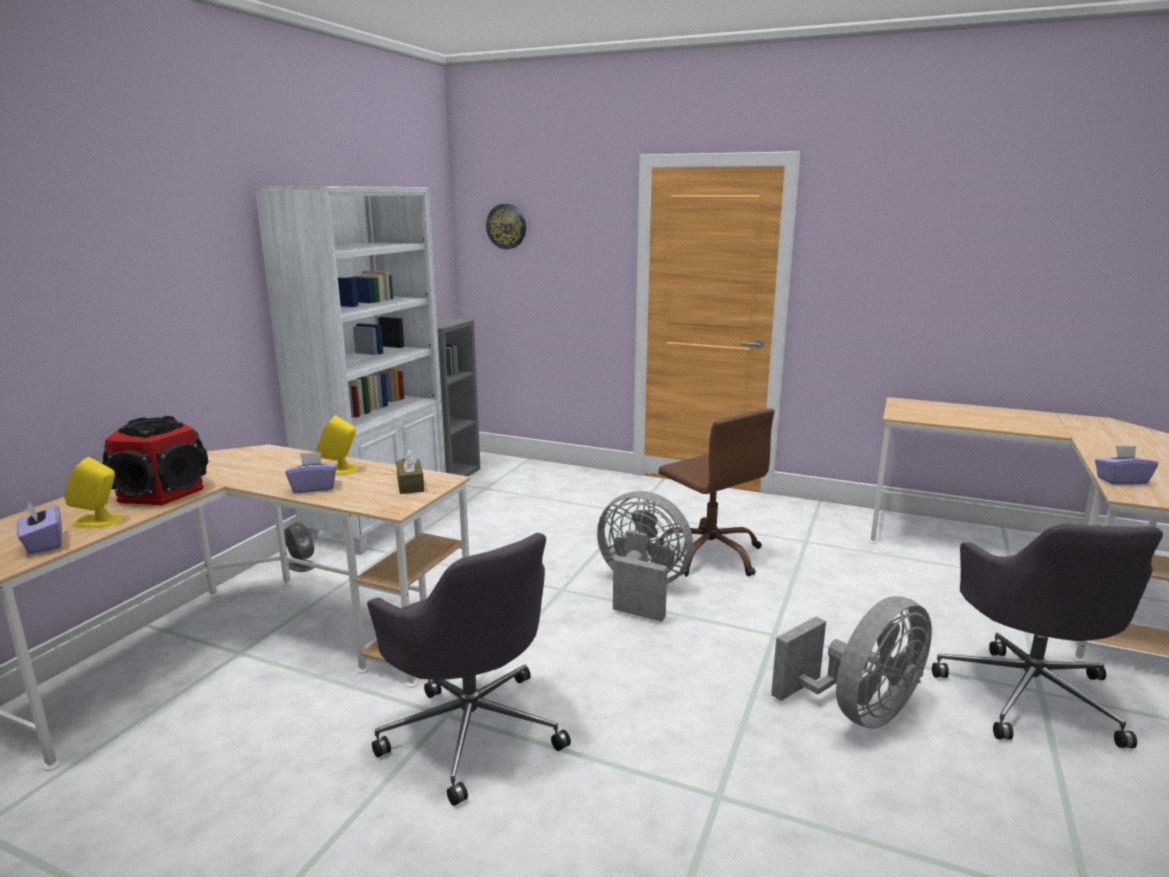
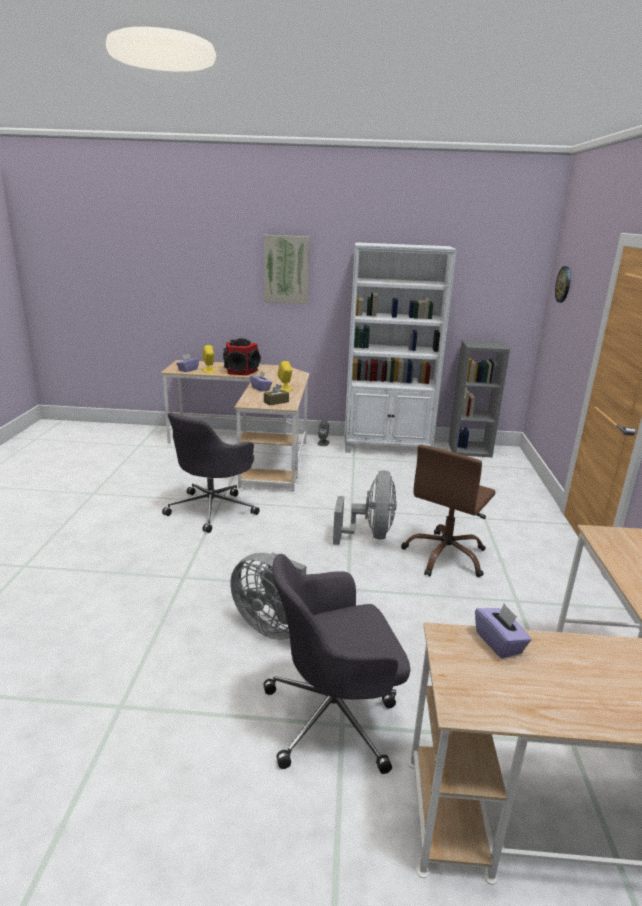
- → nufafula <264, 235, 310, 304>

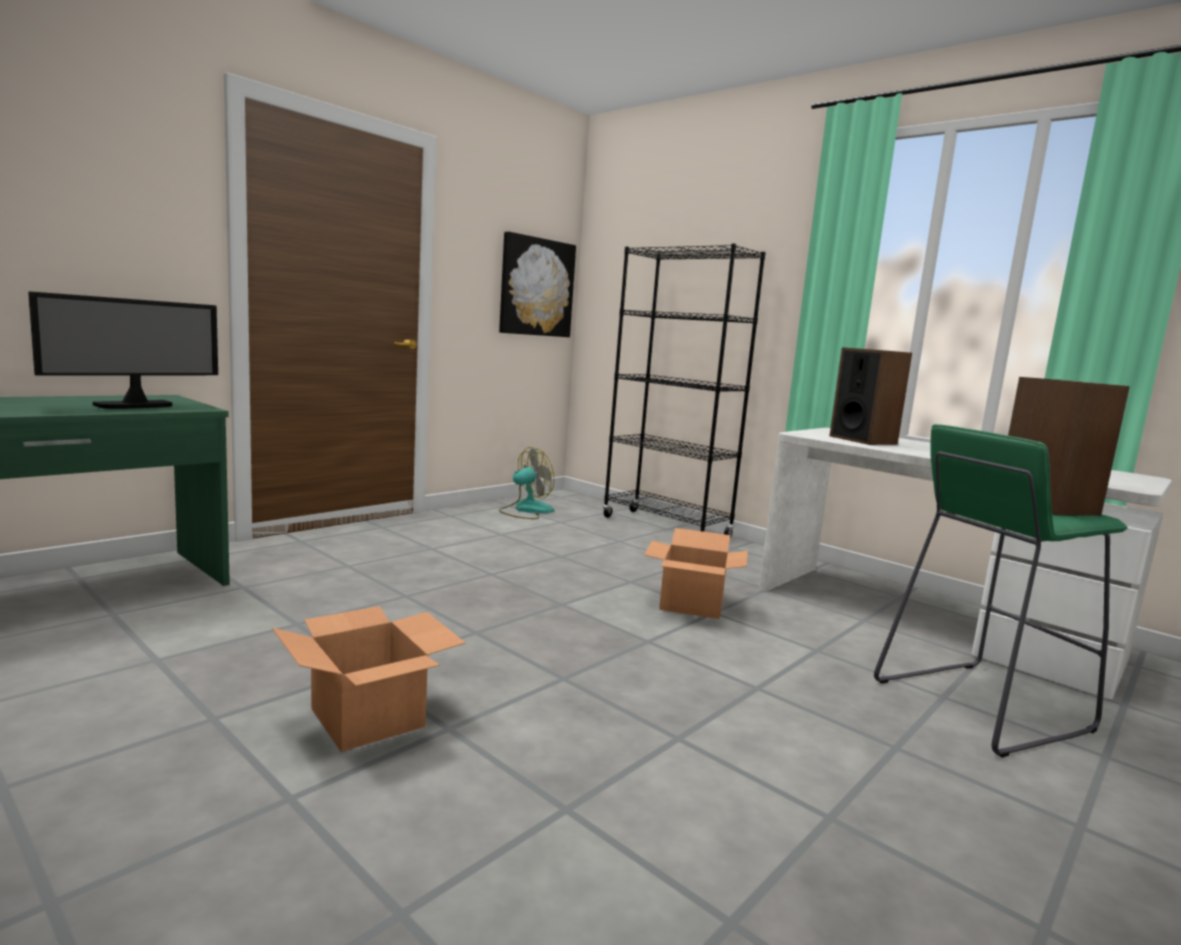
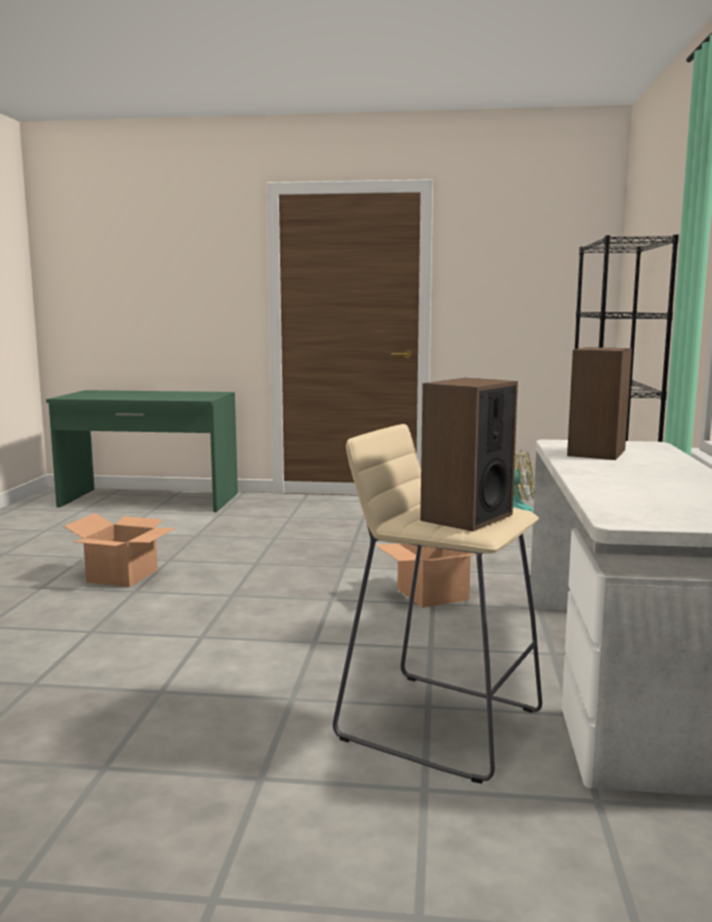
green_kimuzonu <874, 424, 1128, 757> → beige_kimuzonu <333, 424, 542, 784>
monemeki <28, 291, 218, 409> → -
nufafula <499, 231, 576, 337> → -

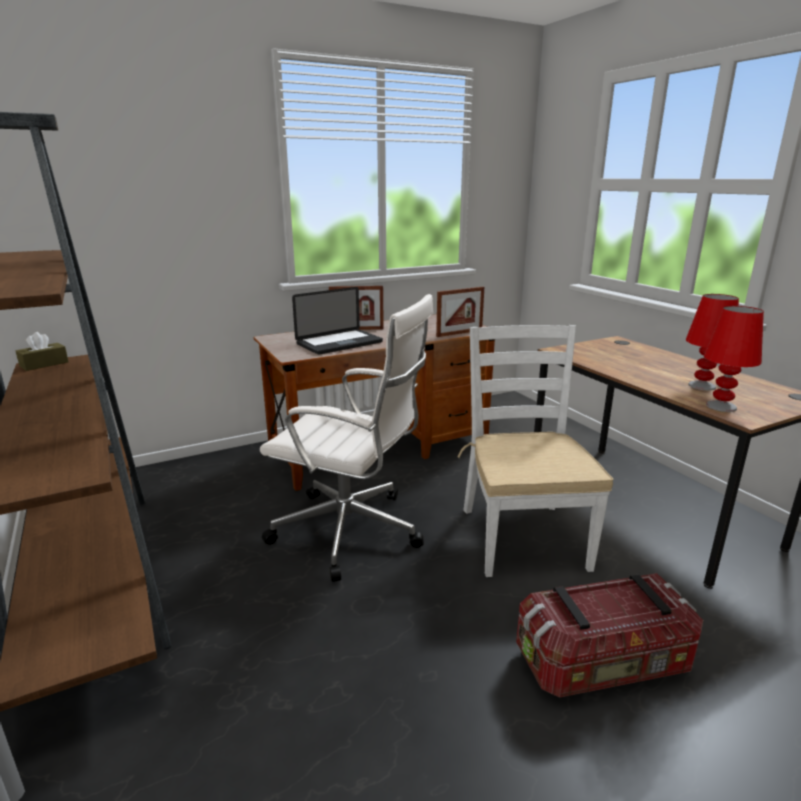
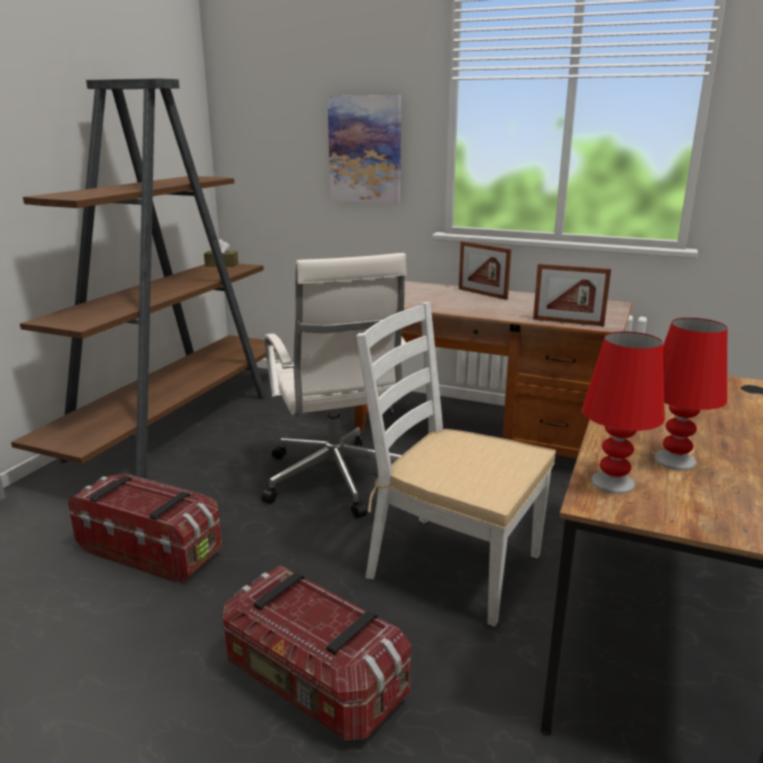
- → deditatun <68, 474, 222, 584>
- → nufafula <327, 95, 401, 204>
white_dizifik <458, 325, 613, 577> → white_dizifik <356, 302, 556, 627>, 105 degrees counterclockwise
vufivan <292, 287, 383, 355> → -

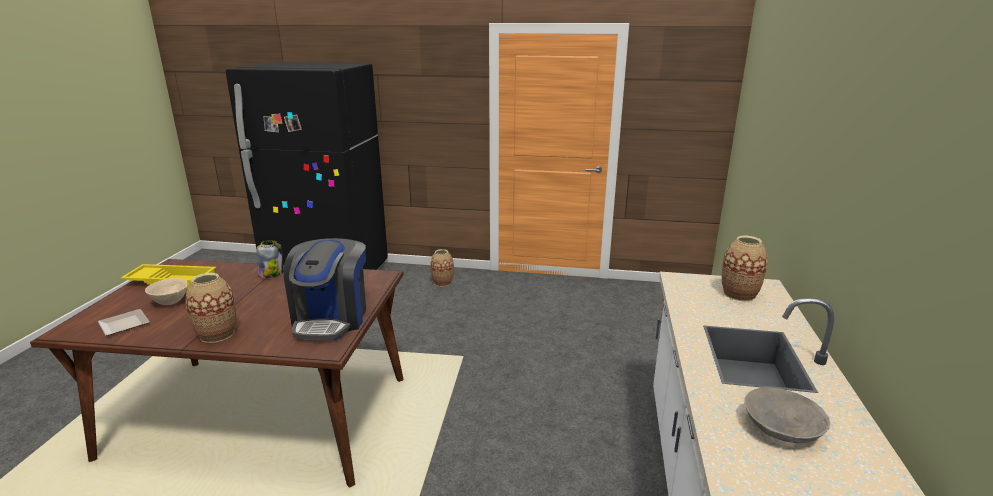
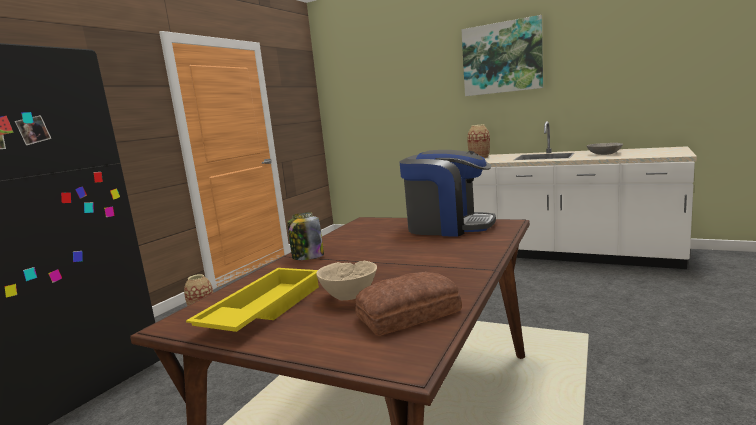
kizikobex <98, 309, 150, 336> → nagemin <355, 272, 462, 336>
- → nufafula <461, 15, 543, 96>
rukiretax <186, 273, 237, 343> → -

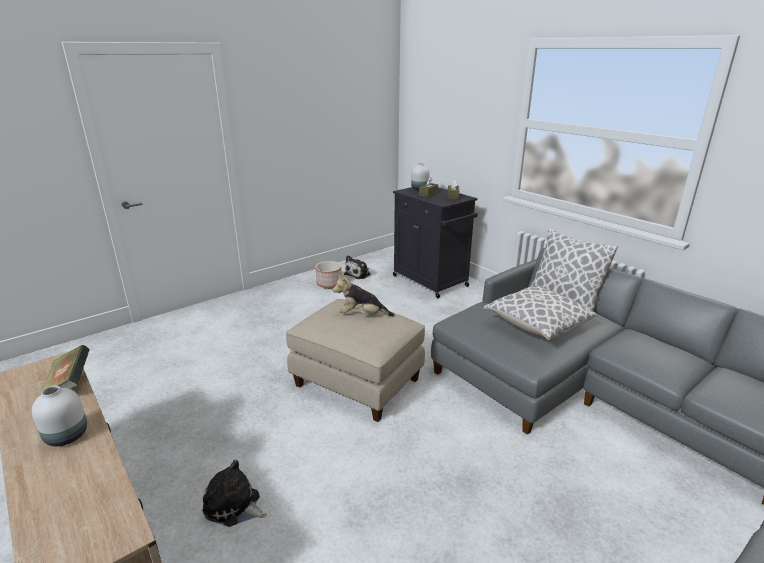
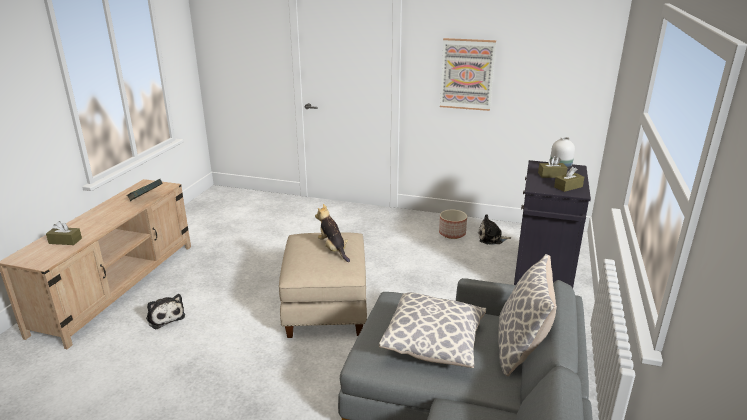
- → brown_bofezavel <46, 221, 82, 245>
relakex <202, 460, 267, 527> → relakex <146, 294, 185, 329>, 150 degrees clockwise
- → nufafula <440, 38, 496, 111>
white_rukiretax <32, 386, 87, 446> → -

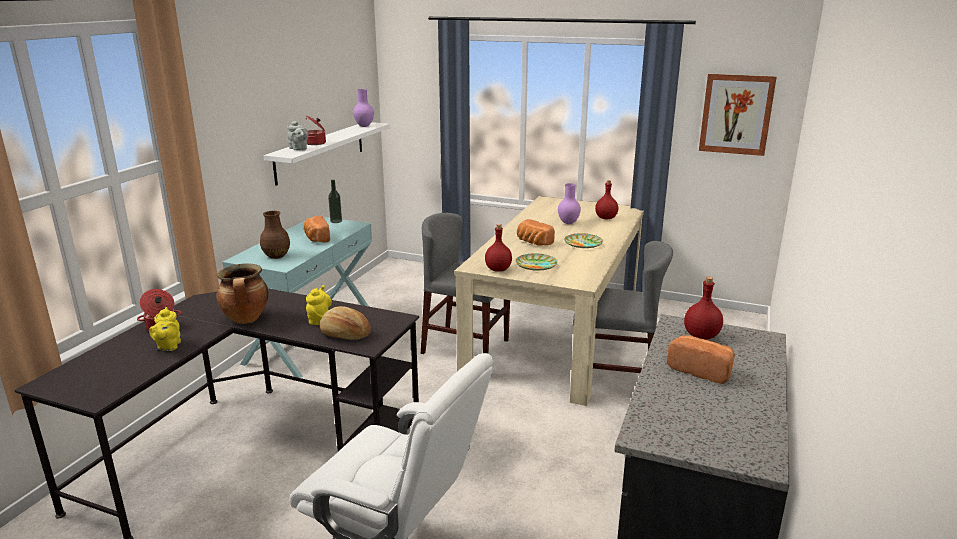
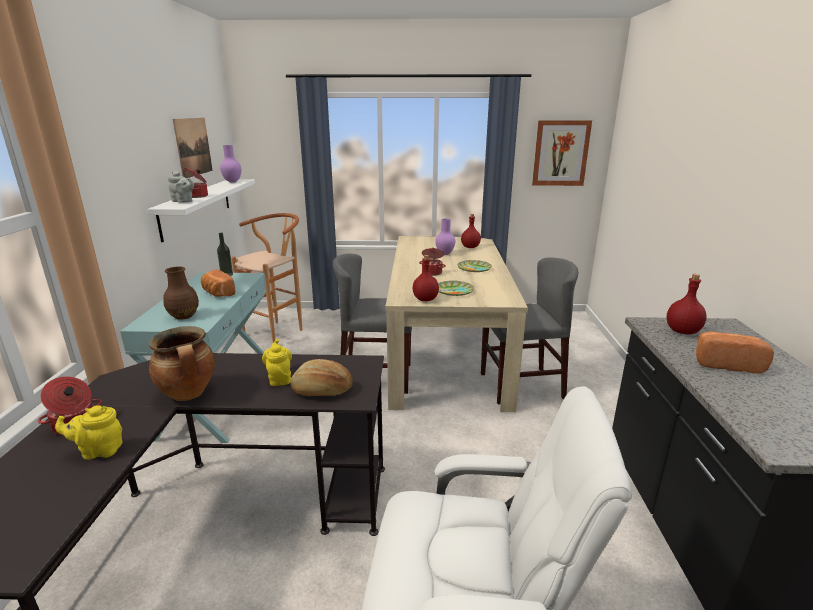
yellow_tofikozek <149, 307, 181, 351> → yellow_tofikozek <55, 405, 123, 460>, 105 degrees clockwise
- → nufafula <173, 118, 213, 178>
- → brown_kimuzonu <231, 213, 302, 343>
nagemin <517, 219, 555, 246> → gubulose <419, 248, 446, 276>

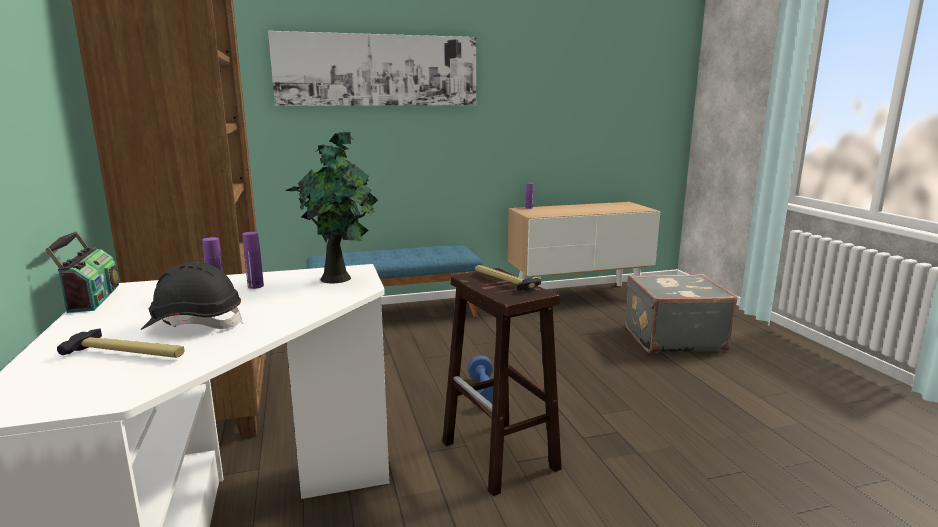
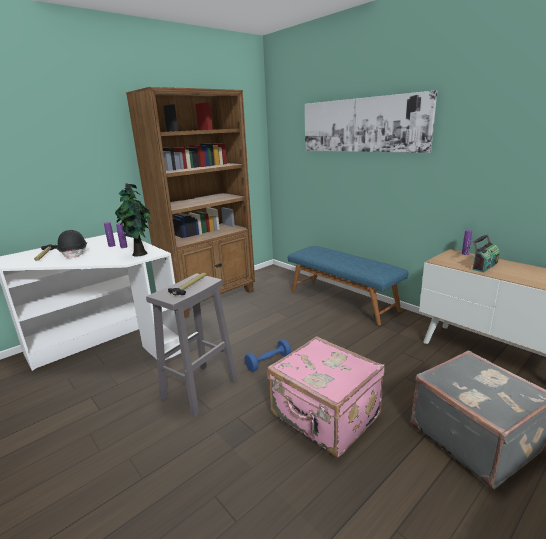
brown_kimuzonu <442, 268, 562, 496> → grey_kimuzonu <146, 274, 237, 417>
- → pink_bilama <267, 336, 385, 457>
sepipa <45, 231, 119, 313> → sepipa <472, 234, 500, 272>, relocated

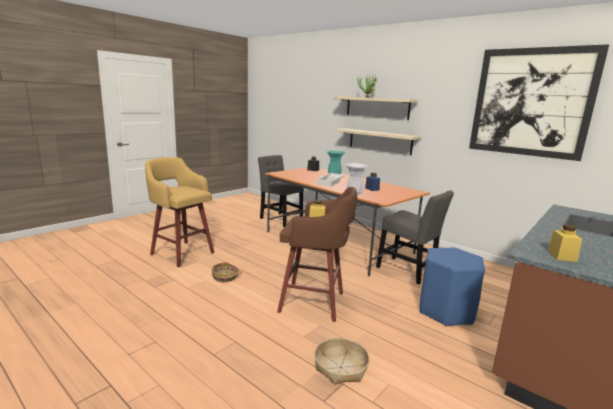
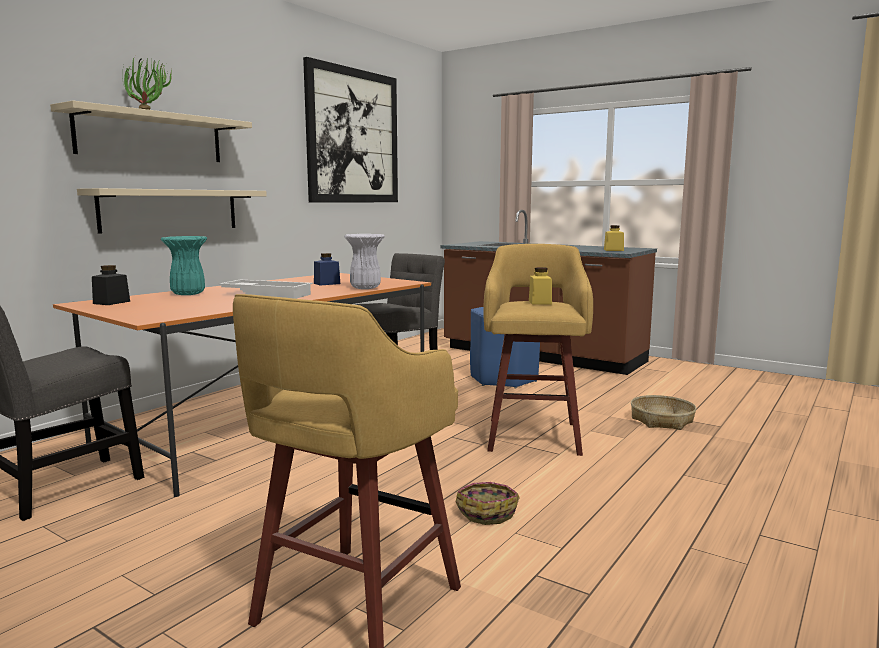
brown_kimuzonu <277, 187, 357, 322> → yellow_kimuzonu <483, 244, 593, 456>

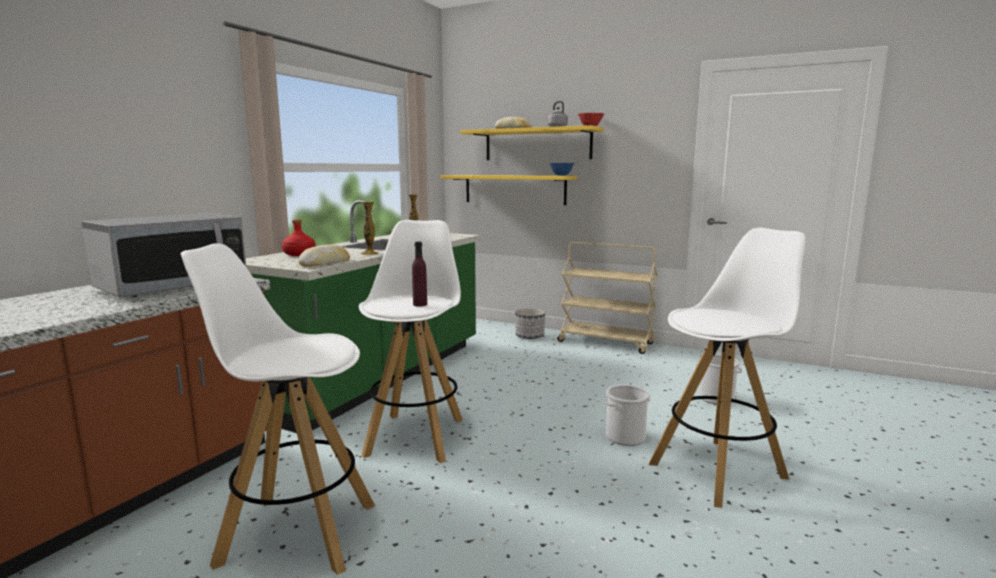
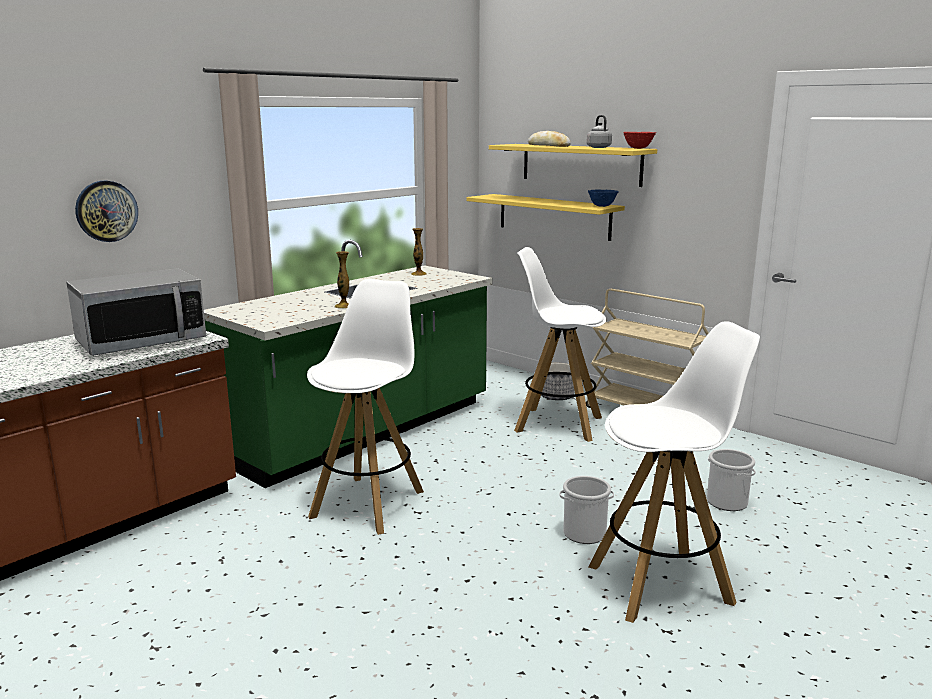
- → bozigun <75, 181, 138, 242>
white_kimuzonu <180, 243, 375, 575> → white_kimuzonu <514, 247, 606, 442>, relocated
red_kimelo <282, 219, 316, 256> → -
nagemin <298, 244, 350, 267> → -
purple_kimelo <412, 242, 427, 307> → -

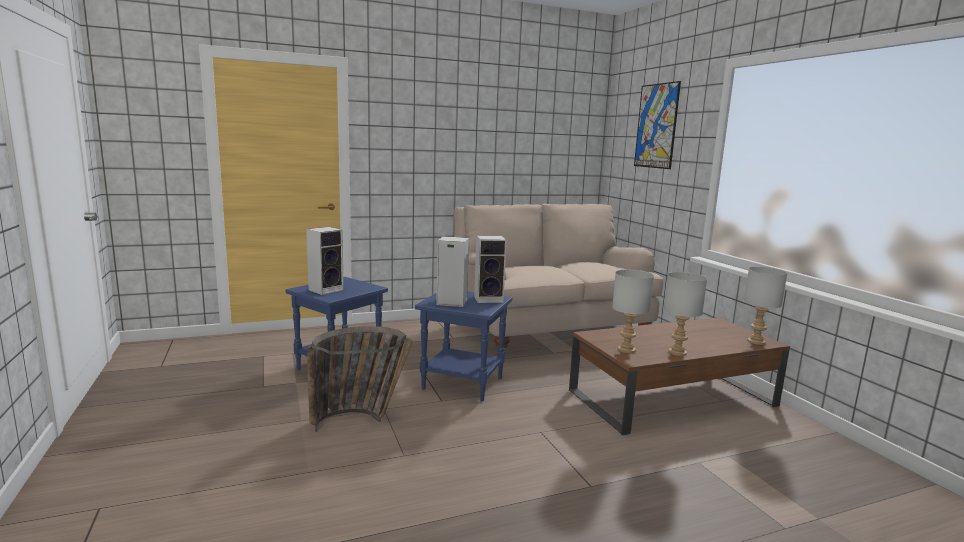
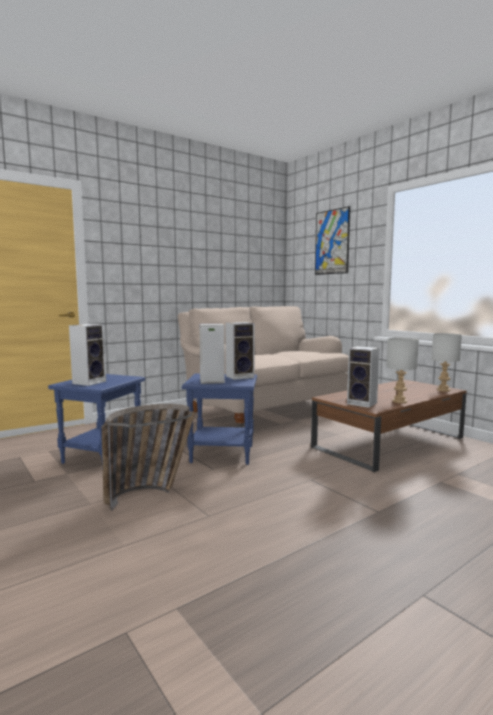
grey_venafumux <612, 270, 654, 353> → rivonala <347, 346, 380, 408>

